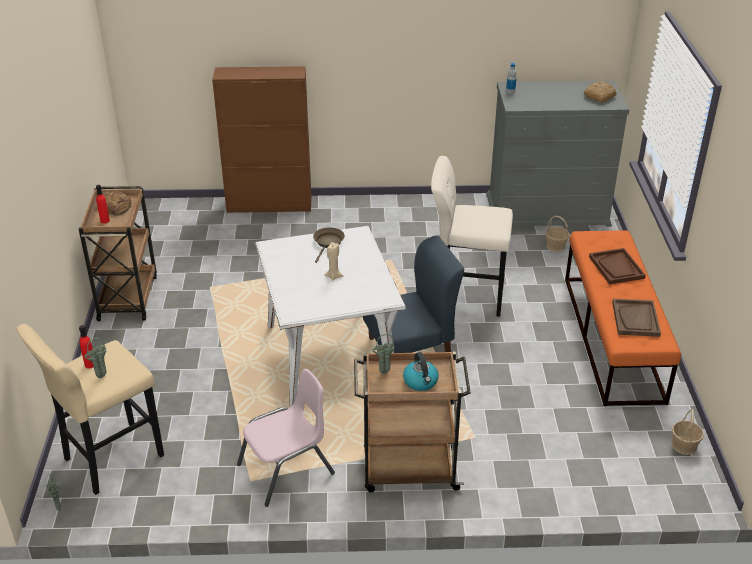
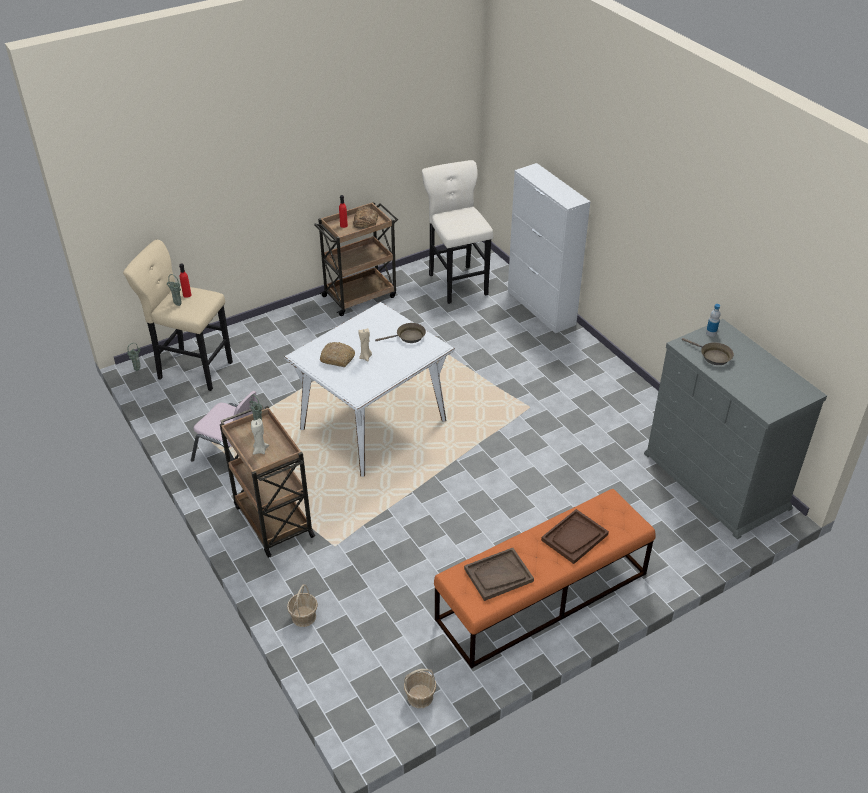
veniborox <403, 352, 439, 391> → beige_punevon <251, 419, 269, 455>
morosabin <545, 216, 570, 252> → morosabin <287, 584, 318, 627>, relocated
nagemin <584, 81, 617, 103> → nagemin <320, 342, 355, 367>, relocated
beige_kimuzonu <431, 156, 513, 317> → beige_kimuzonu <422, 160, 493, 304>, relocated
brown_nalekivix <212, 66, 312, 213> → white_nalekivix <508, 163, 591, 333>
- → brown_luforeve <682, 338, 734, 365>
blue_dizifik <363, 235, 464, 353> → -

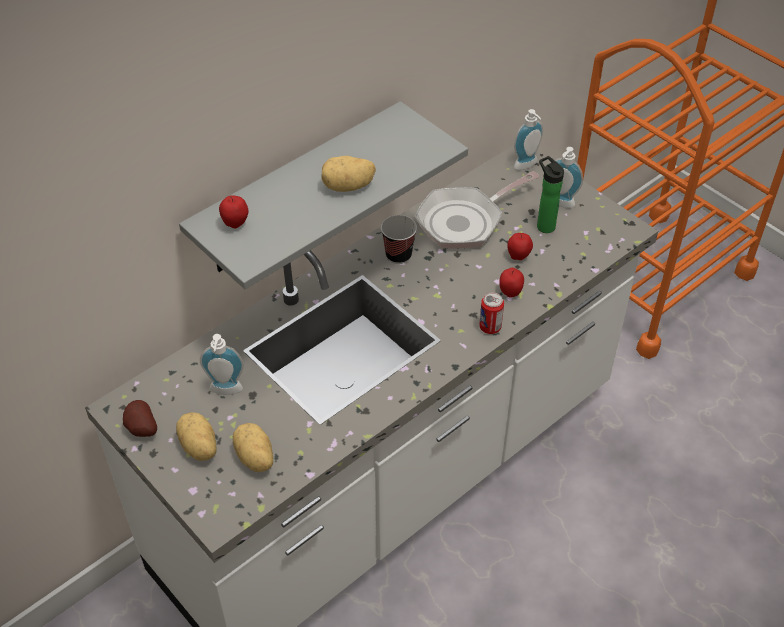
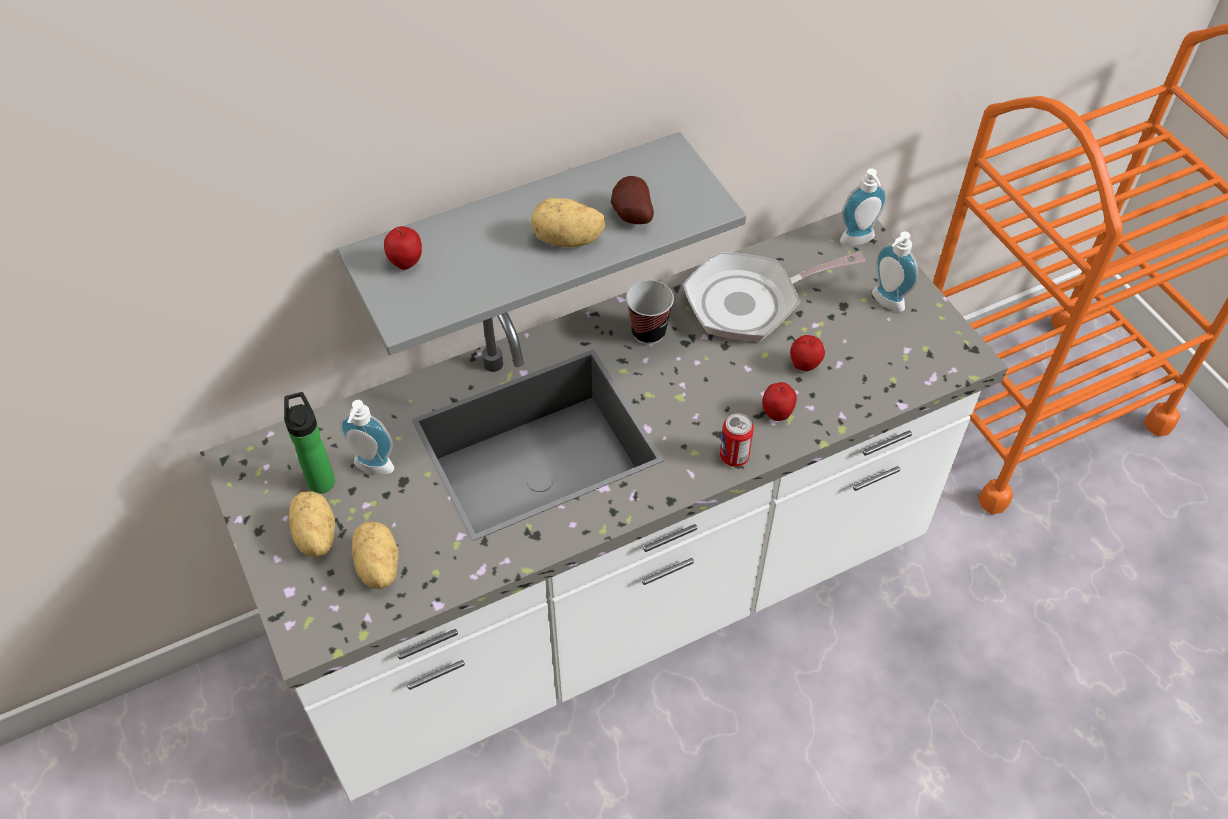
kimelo <537, 156, 564, 233> → kimelo <284, 392, 335, 494>, relocated
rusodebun <123, 400, 157, 437> → rusodebun <611, 176, 654, 224>, relocated

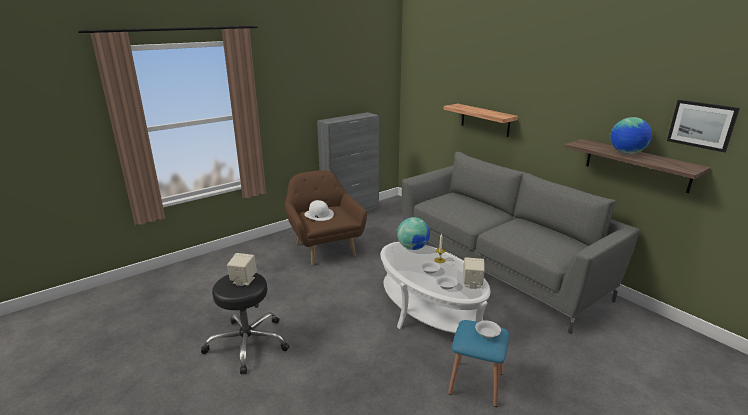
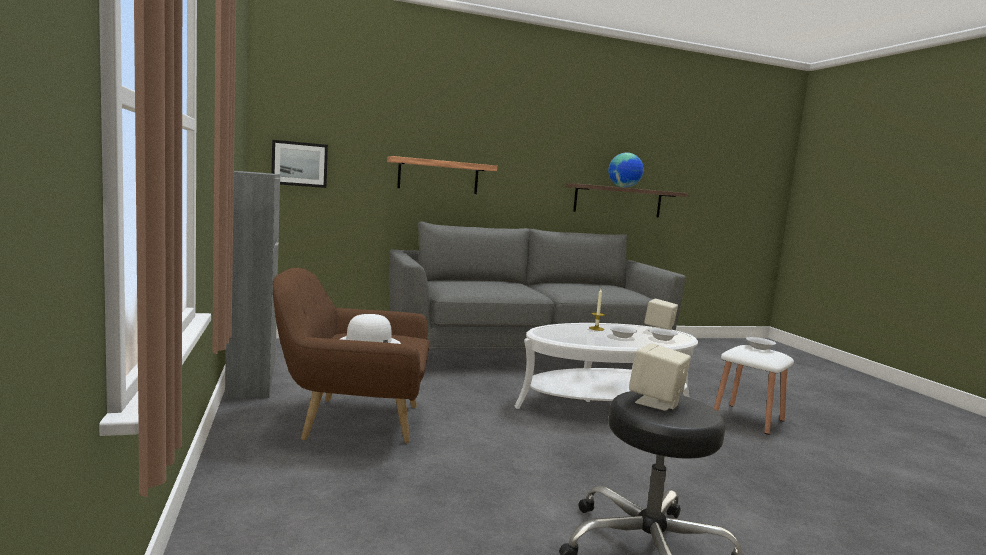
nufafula <667, 100, 740, 152> → nufafula <271, 140, 328, 188>, relocated
blue_kimuzonu <448, 320, 509, 407> → white_kimuzonu <714, 345, 794, 435>
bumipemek <397, 217, 430, 250> → -

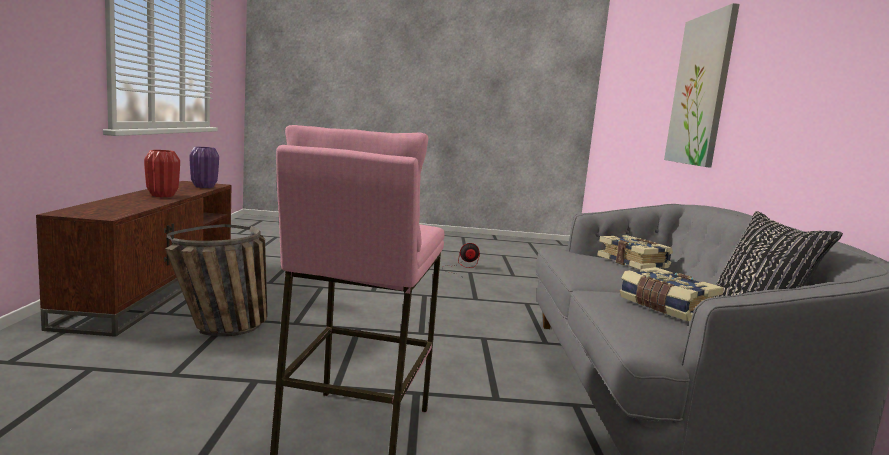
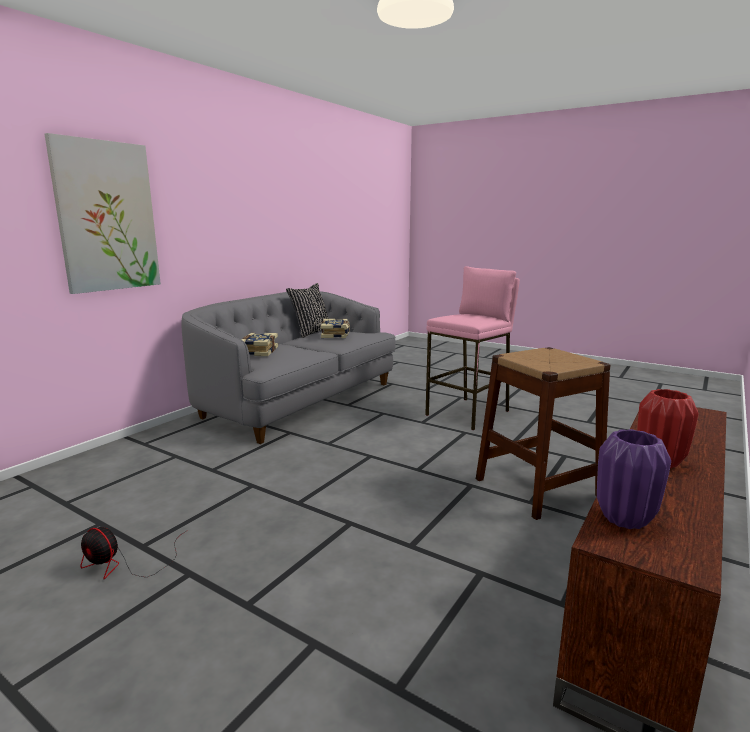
morosabin <165, 224, 268, 336> → brown_kimuzonu <476, 347, 611, 520>

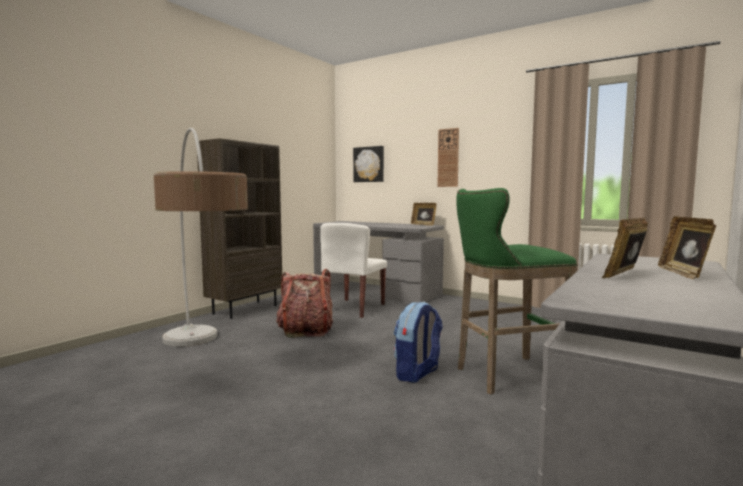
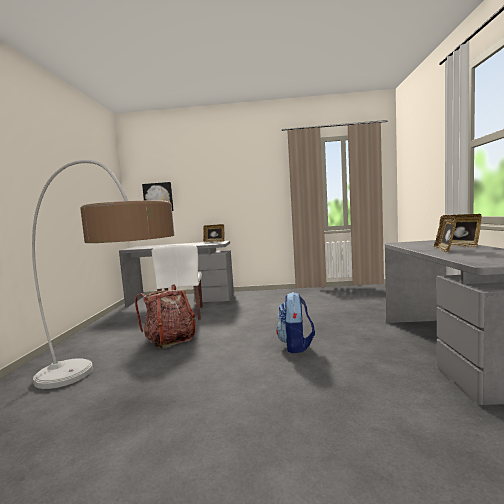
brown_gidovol <197, 138, 282, 319> → -
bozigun <437, 128, 459, 187> → -
green_kimuzonu <456, 188, 577, 395> → -

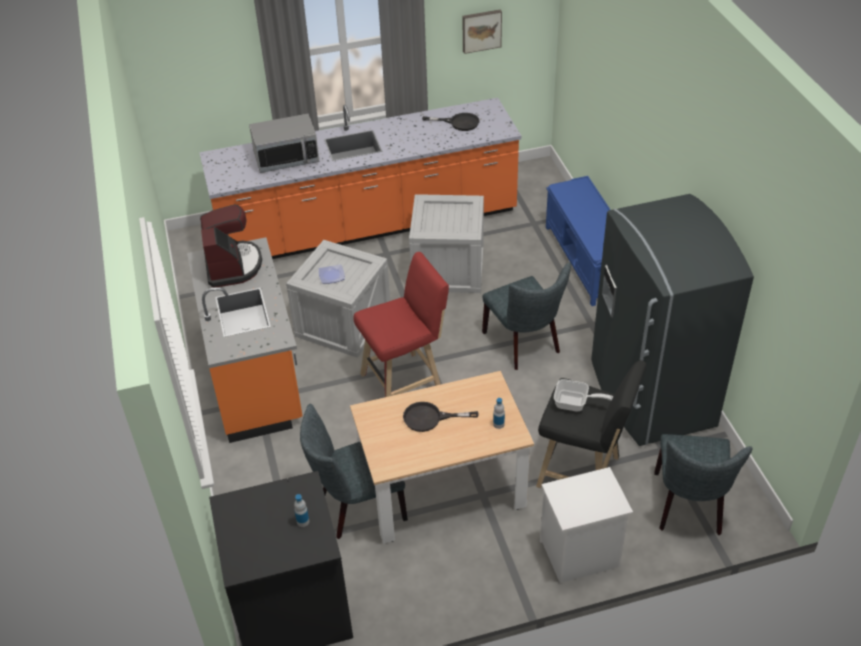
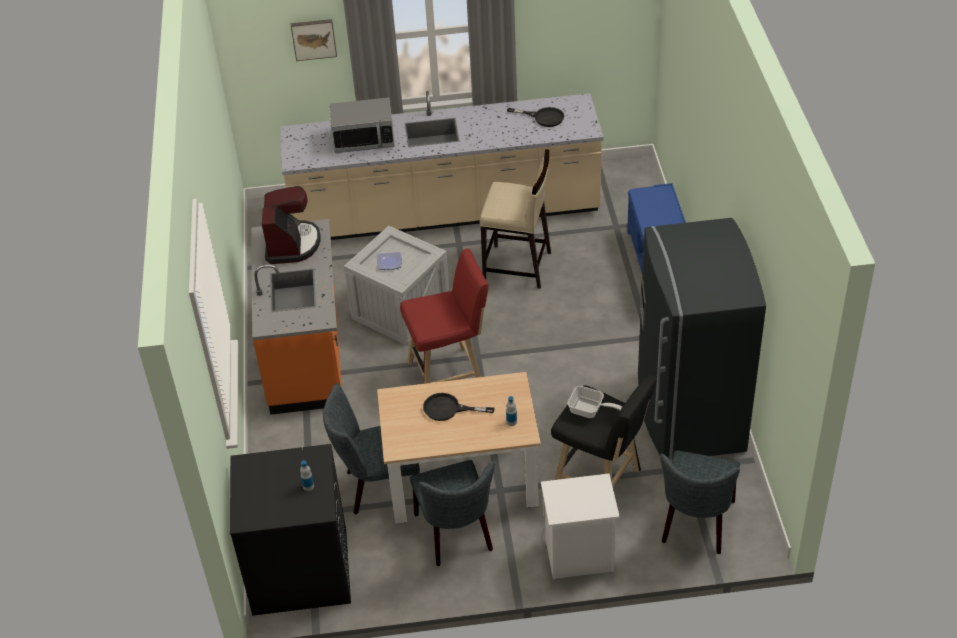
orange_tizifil <199, 98, 521, 259> → beige_tizifil <280, 91, 603, 240>
nufafula <462, 9, 502, 54> → nufafula <291, 19, 337, 61>, relocated
grey_dizifik <482, 262, 571, 370> → grey_dizifik <410, 460, 495, 566>, relocated
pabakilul <409, 194, 484, 293> → beige_kimuzonu <479, 149, 551, 289>

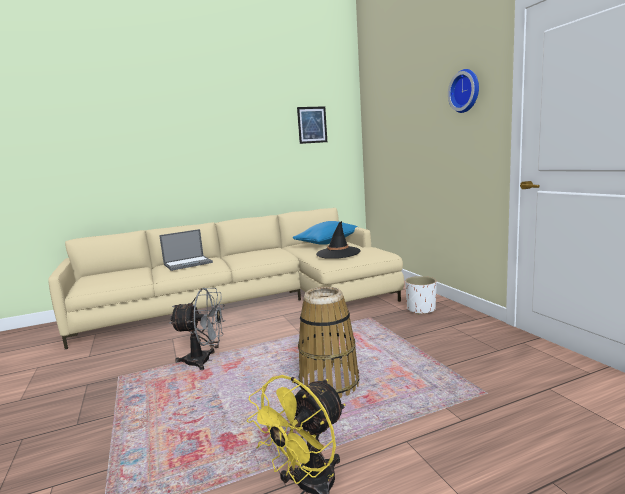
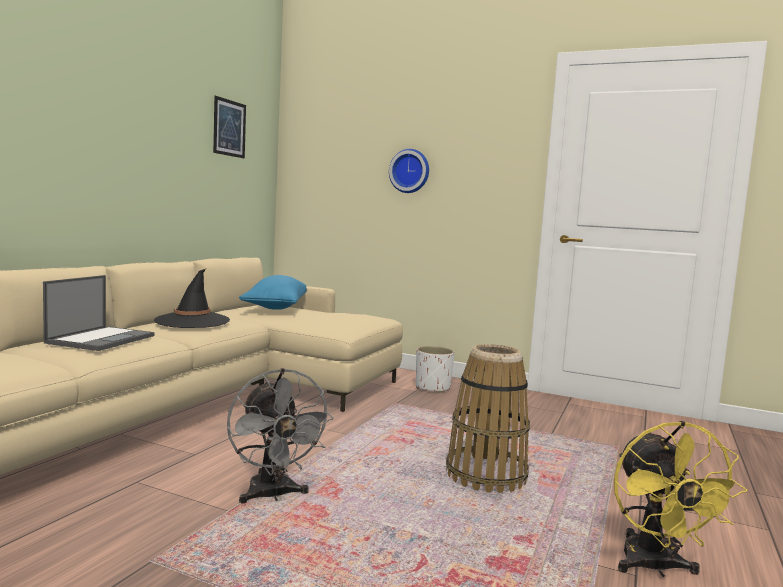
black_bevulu <316, 221, 361, 259> → black_bevulu <154, 269, 230, 328>, relocated
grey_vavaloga <170, 288, 225, 370> → grey_vavaloga <227, 368, 334, 503>, 105 degrees clockwise
bozigun <448, 69, 479, 113> → bozigun <389, 149, 429, 193>, relocated

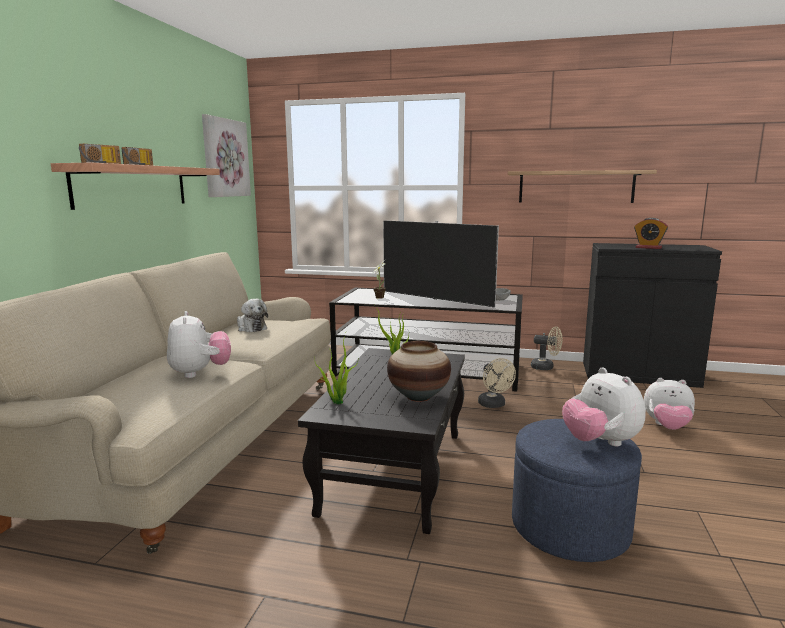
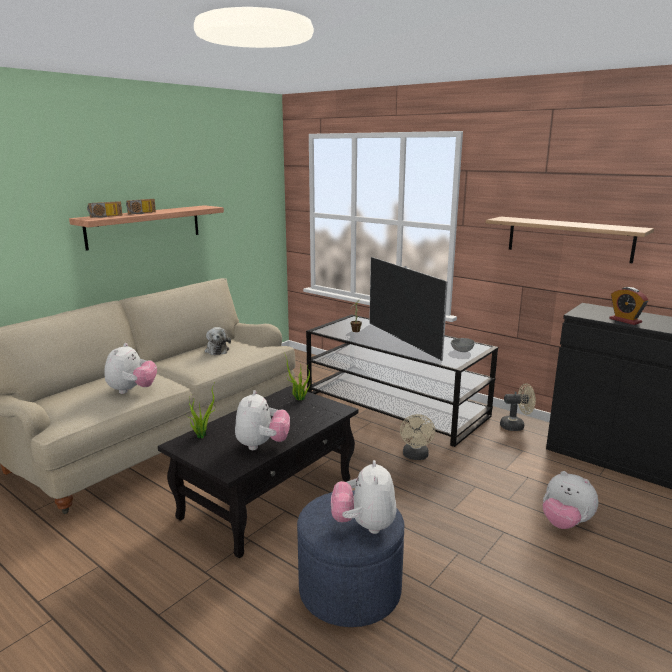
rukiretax <387, 341, 451, 402> → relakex <235, 390, 290, 450>
beige_vavaloga <531, 326, 562, 370> → beige_vavaloga <500, 383, 536, 431>, 45 degrees counterclockwise
nufafula <202, 114, 251, 197> → -

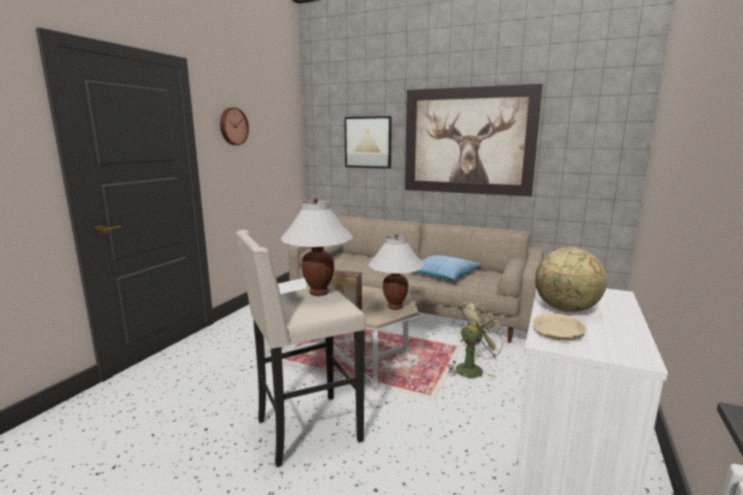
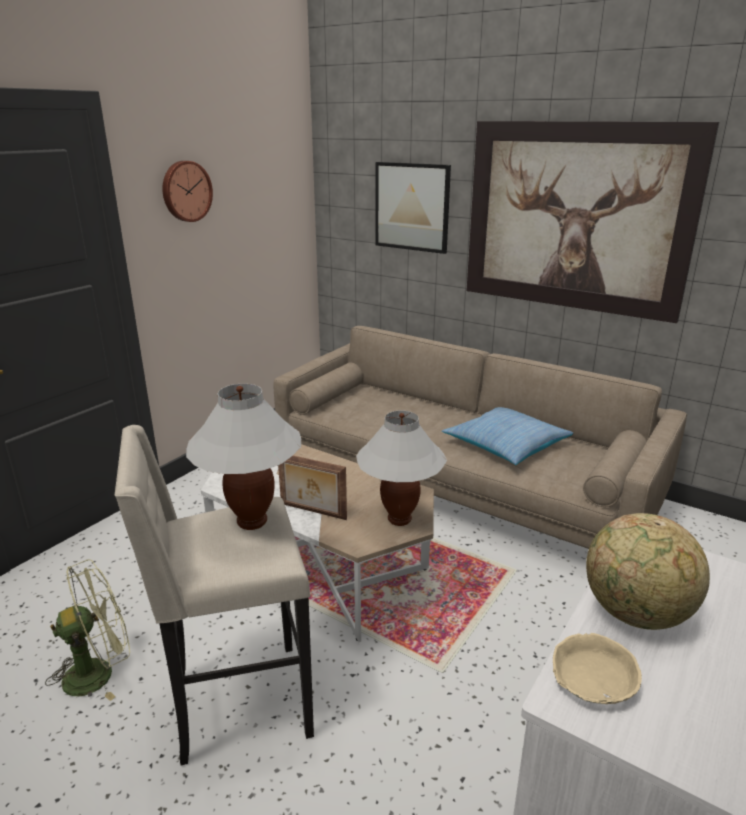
green_vavaloga <447, 300, 508, 378> → green_vavaloga <45, 559, 130, 701>, relocated

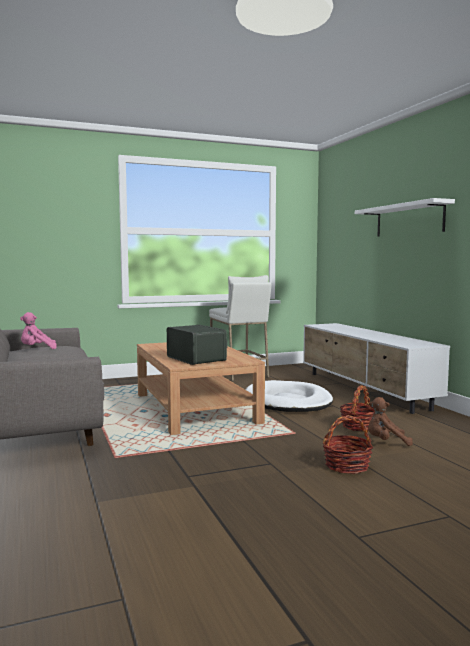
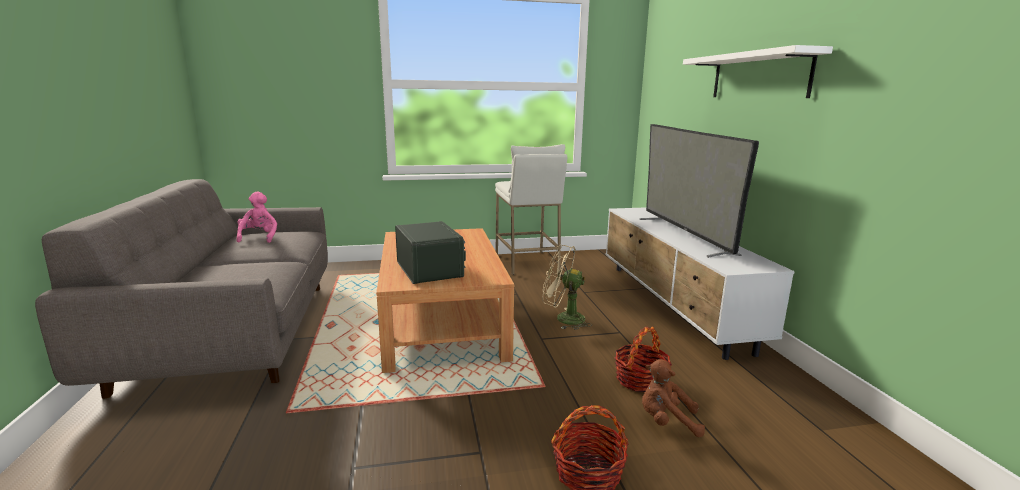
pink_relakex <20, 312, 57, 349> → pink_relakex <237, 192, 277, 243>, 90 degrees clockwise
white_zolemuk <246, 380, 333, 412> → beige_vavaloga <543, 245, 592, 330>
- → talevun <640, 124, 759, 258>

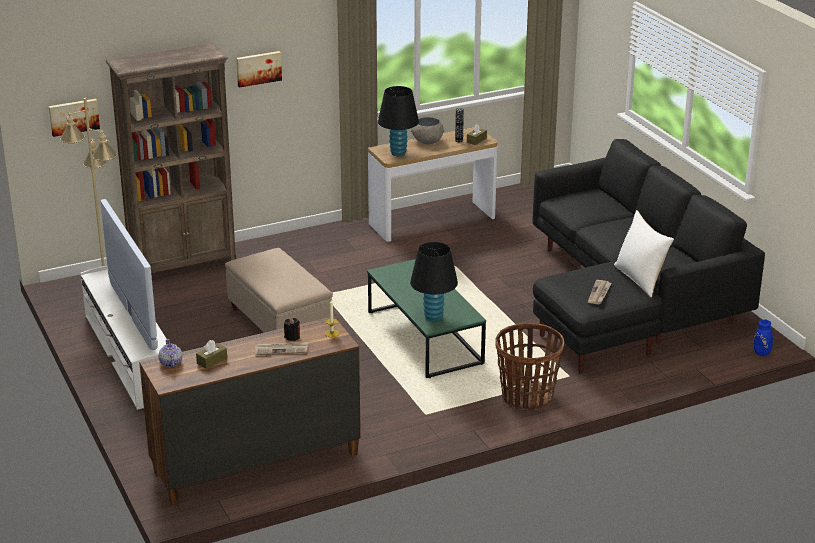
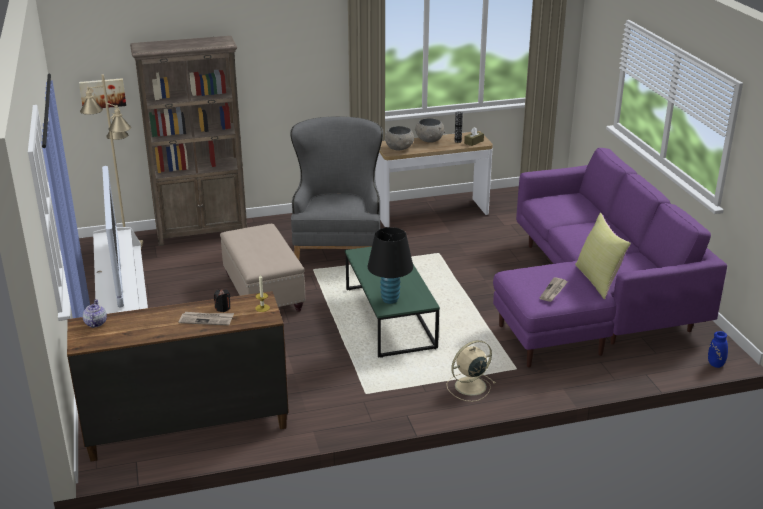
- → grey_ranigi <290, 116, 383, 260>
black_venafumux <378, 86, 419, 156> → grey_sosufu <385, 126, 414, 150>
morosabin <495, 323, 564, 411> → beige_vavaloga <447, 340, 495, 402>
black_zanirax <532, 139, 765, 374> → purple_zanirax <493, 148, 727, 367>
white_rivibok <614, 210, 674, 297> → yellow_rivibok <575, 213, 631, 299>
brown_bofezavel <196, 340, 227, 369> → -
nufafula <236, 51, 282, 88> → -

